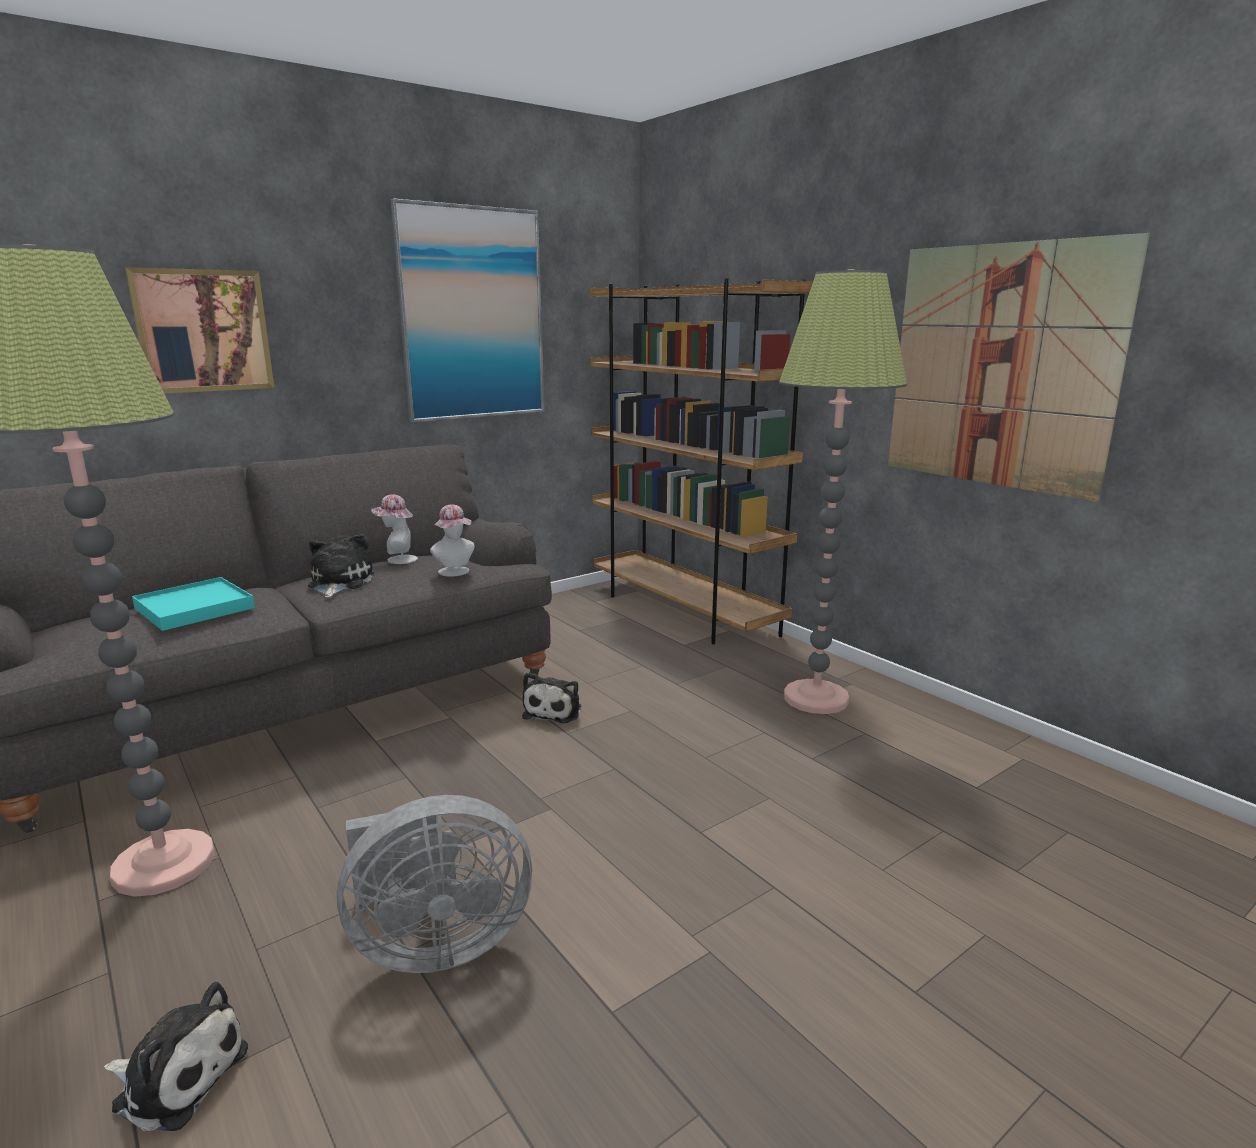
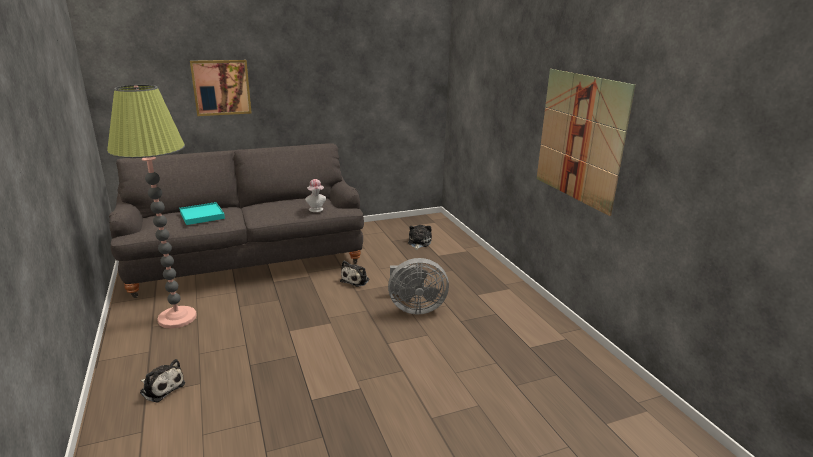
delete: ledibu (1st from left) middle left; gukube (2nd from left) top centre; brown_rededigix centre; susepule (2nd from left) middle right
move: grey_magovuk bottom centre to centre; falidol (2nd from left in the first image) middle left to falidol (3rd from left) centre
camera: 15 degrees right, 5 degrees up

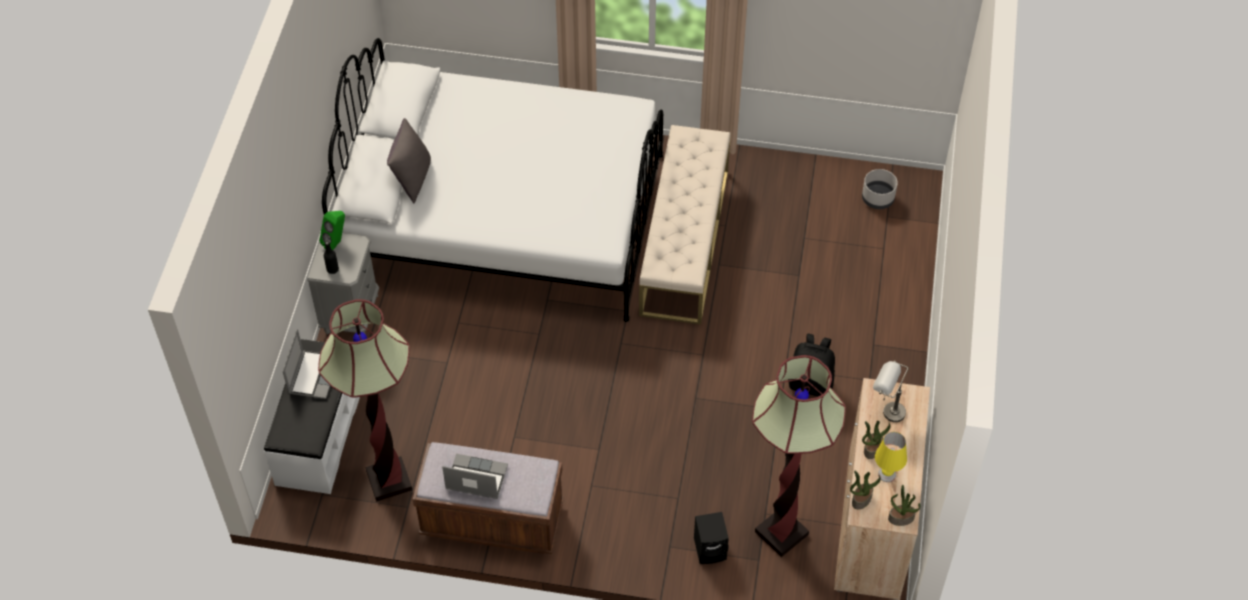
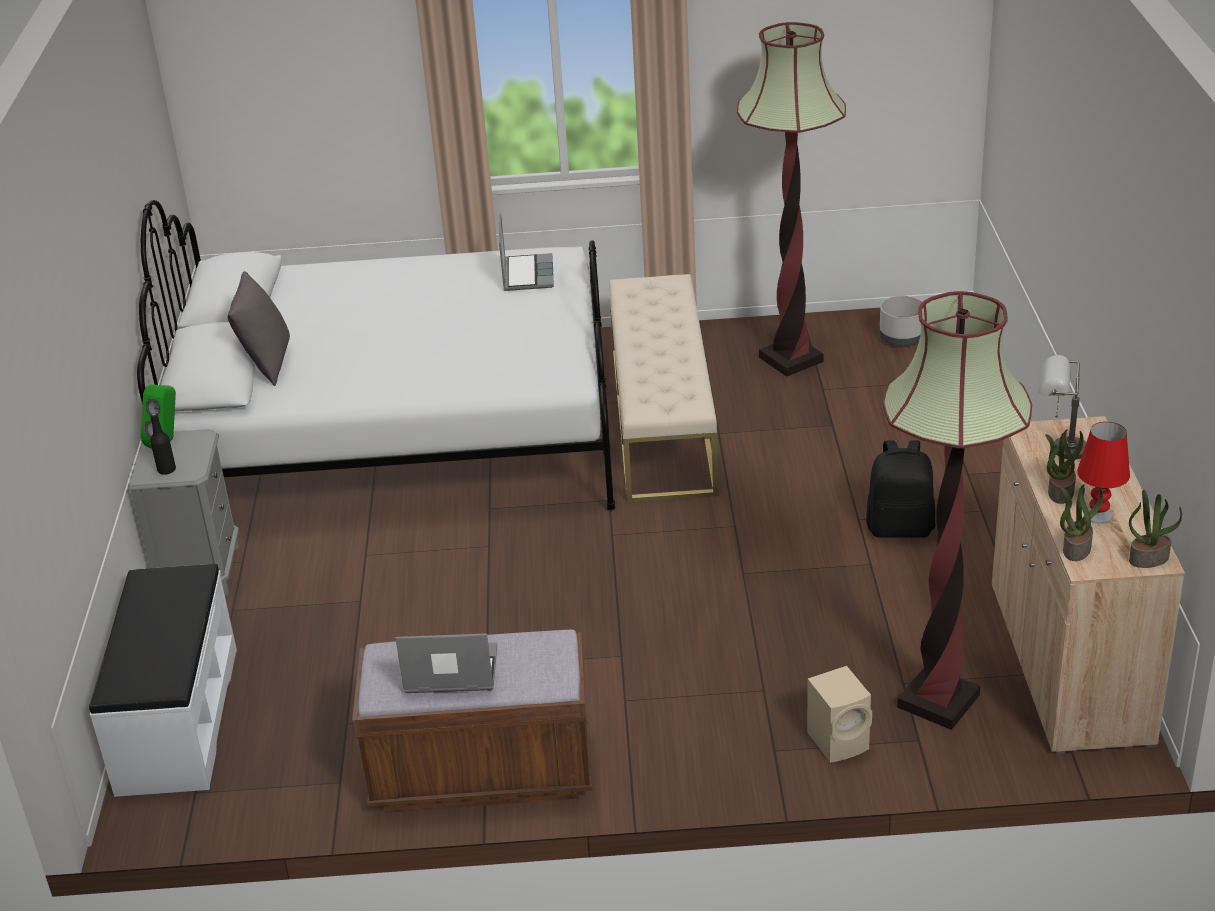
move: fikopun (1st from left in the first image) middle left to fikopun (2nd from left) top centre; susepule (1st from left) bottom left to top centre
recolor: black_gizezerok bottom centre to beige_gizezerok bottom right; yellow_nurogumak bottom right to red_nurogumak middle right
camera: 10 degrees left, 20 degrees down

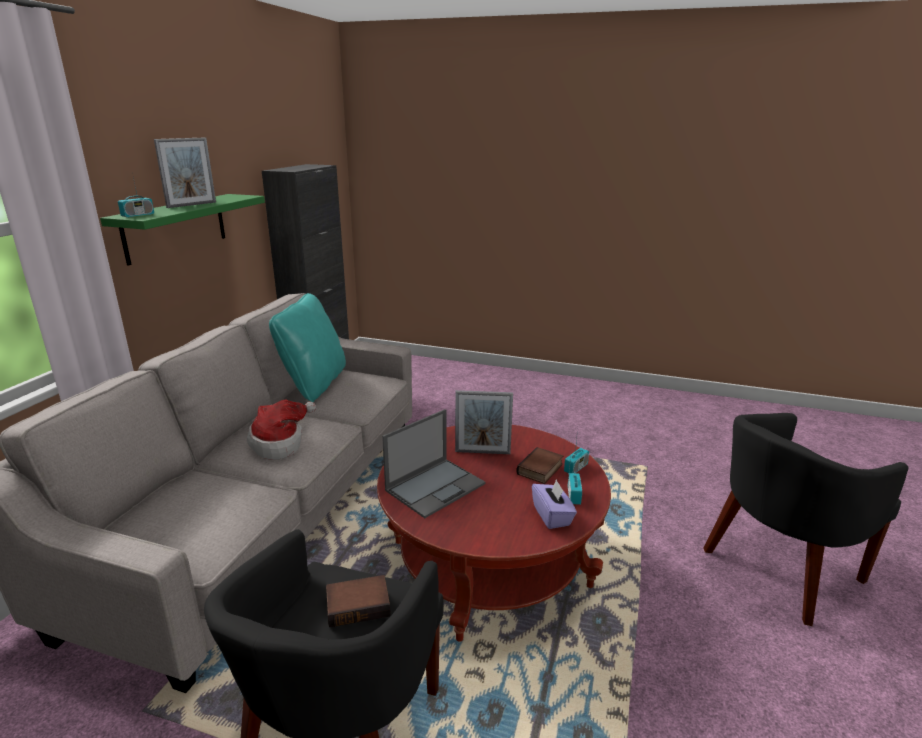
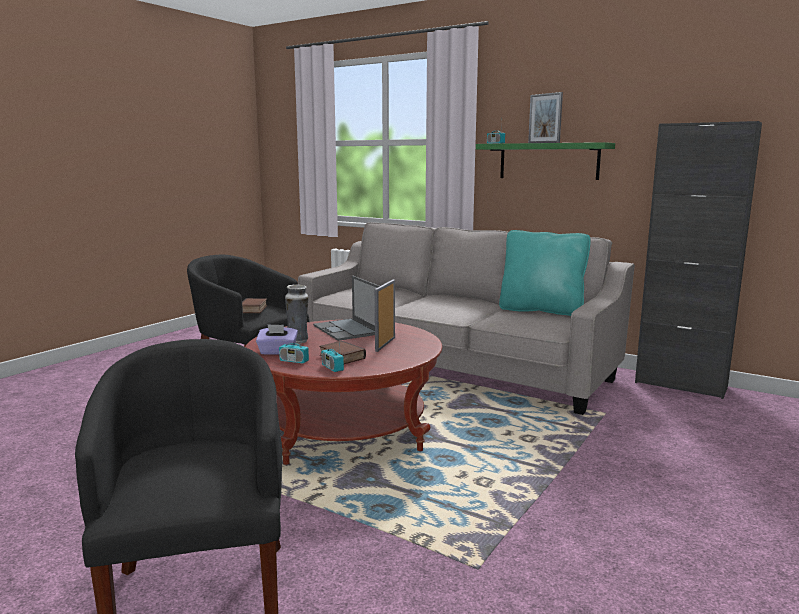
delete: ledibu middle left
insert: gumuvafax centre
camera: 105 degrees right, 10 degrees down

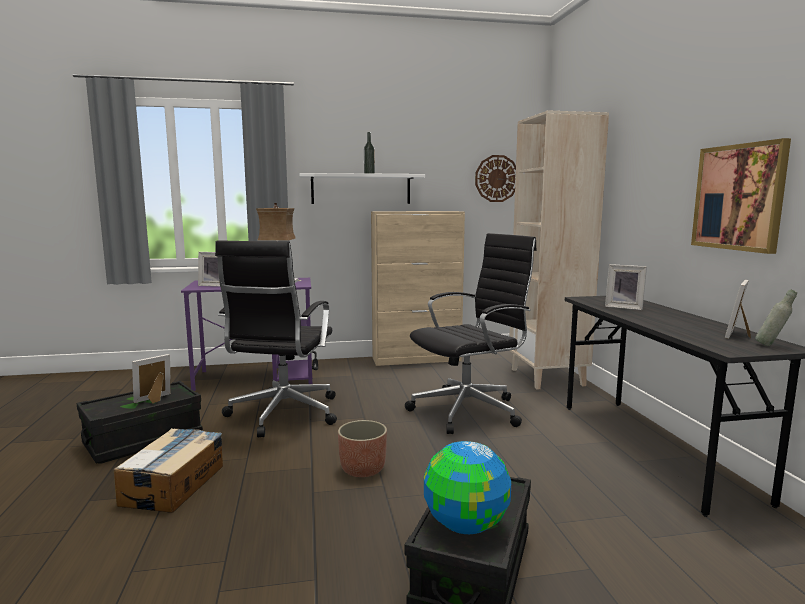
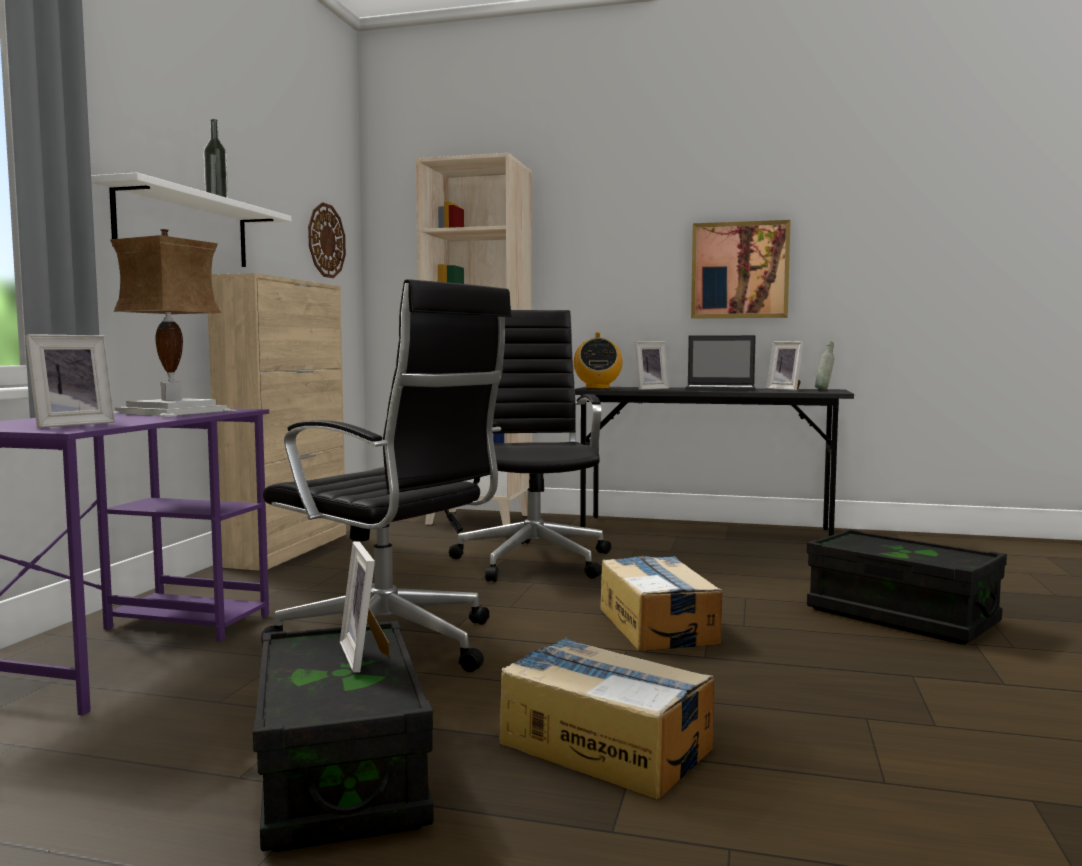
delete: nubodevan bottom centre
insert: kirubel centre; fikopun centre
replace: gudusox bottom centre to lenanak (2nd from left) bottom centre
camera: 65 degrees left, 5 degrees down

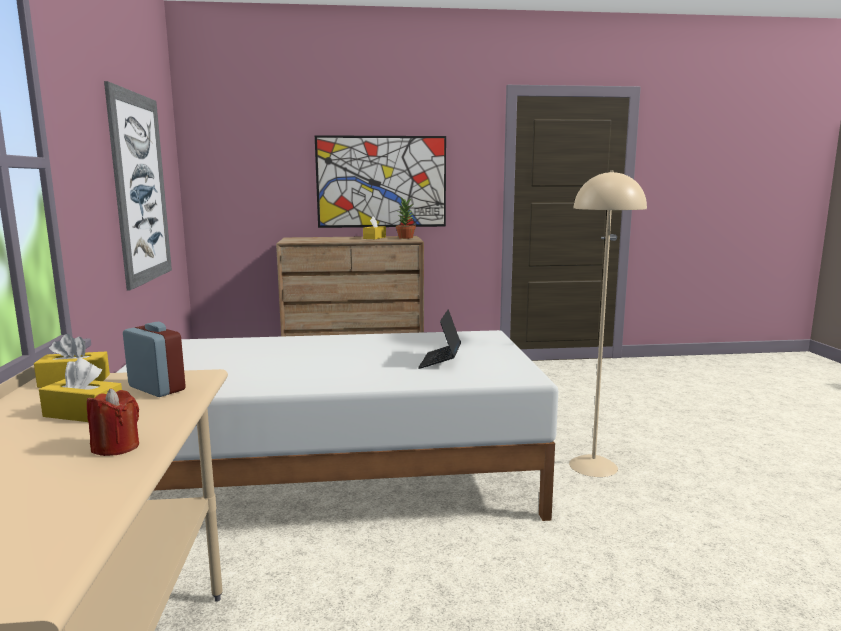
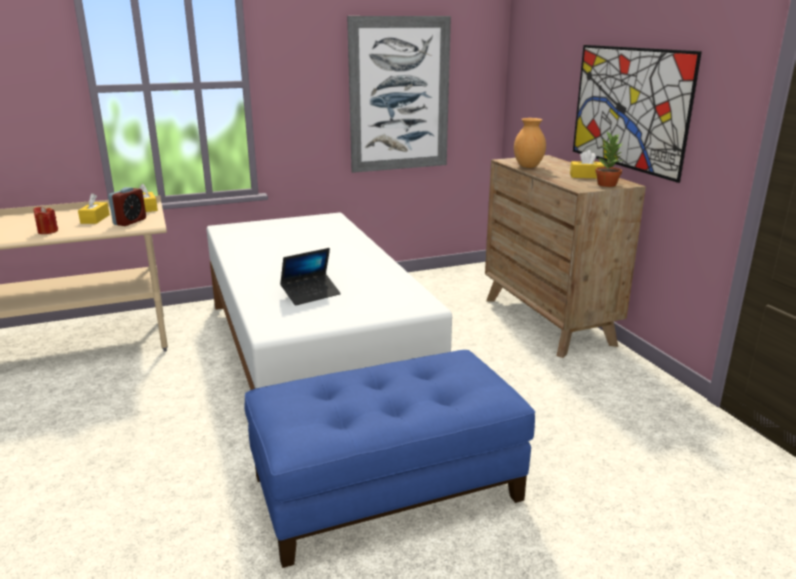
insert: brown_gumuvafax top centre
replace: beige_susepule middle right to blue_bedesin bottom centre
rotate: fikopun centre = centre 150 degrees clockwise
camera: 75 degrees right, 10 degrees up

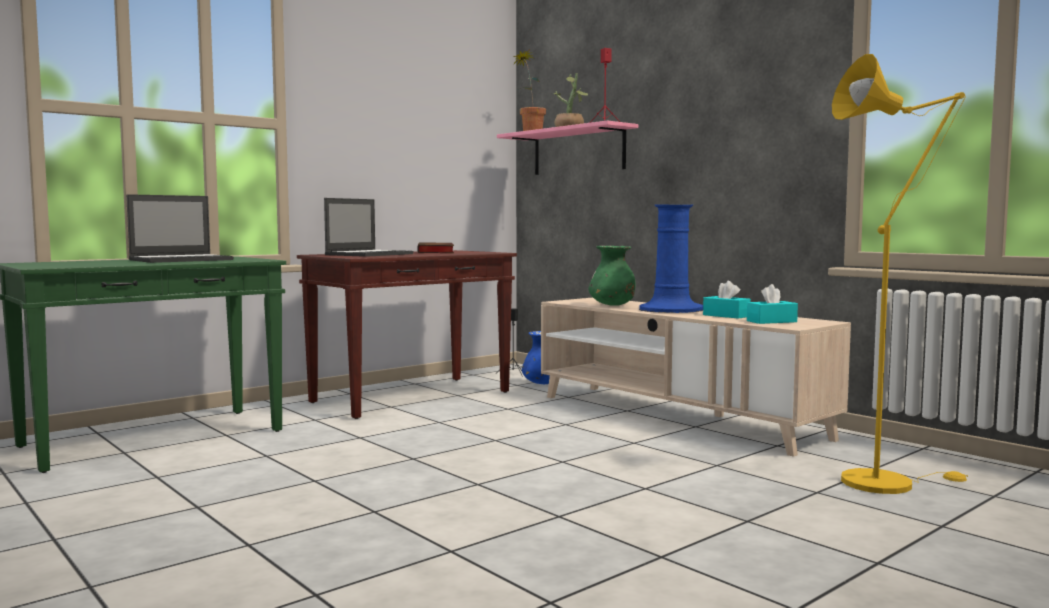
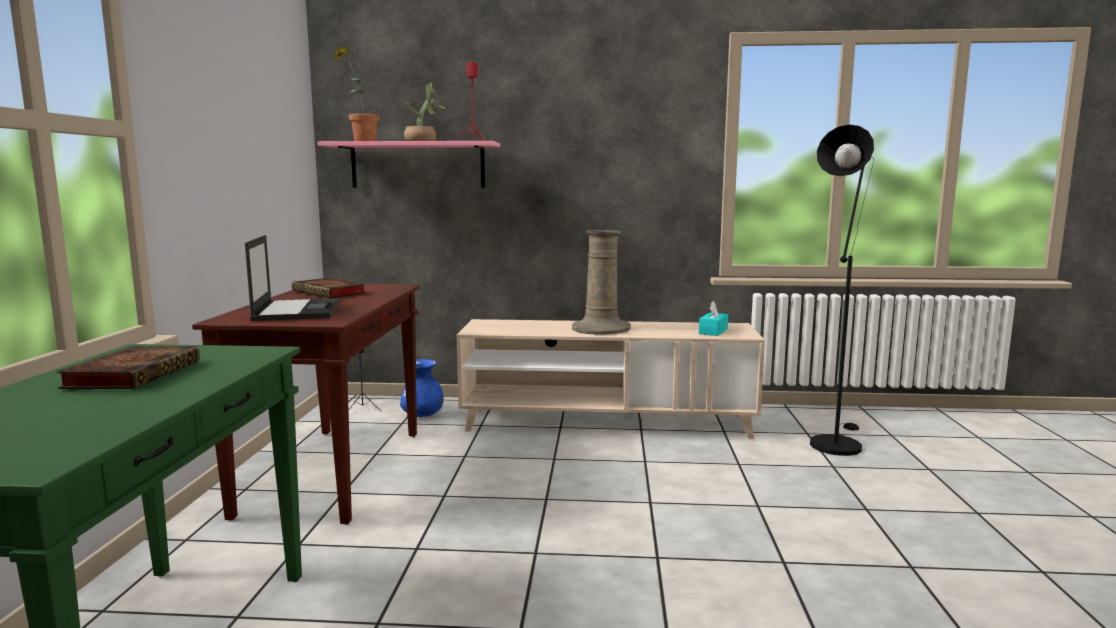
delete: green_gumuvafax centre; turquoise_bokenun (1st from left) middle right
replace: fikopun (1st from left) middle left to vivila (1st from left) middle left
recolor: blue_gumuvafax (2nd from left) centre to beige_gumuvafax centre; yellow_susepule middle right to black_susepule middle right
camera: 45 degrees left, 5 degrees up

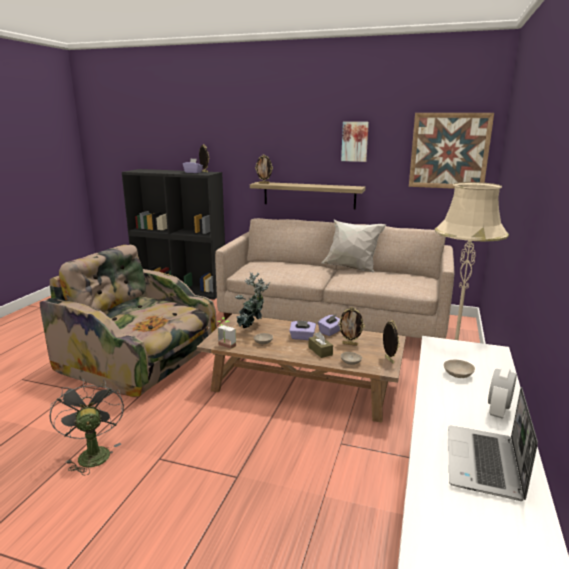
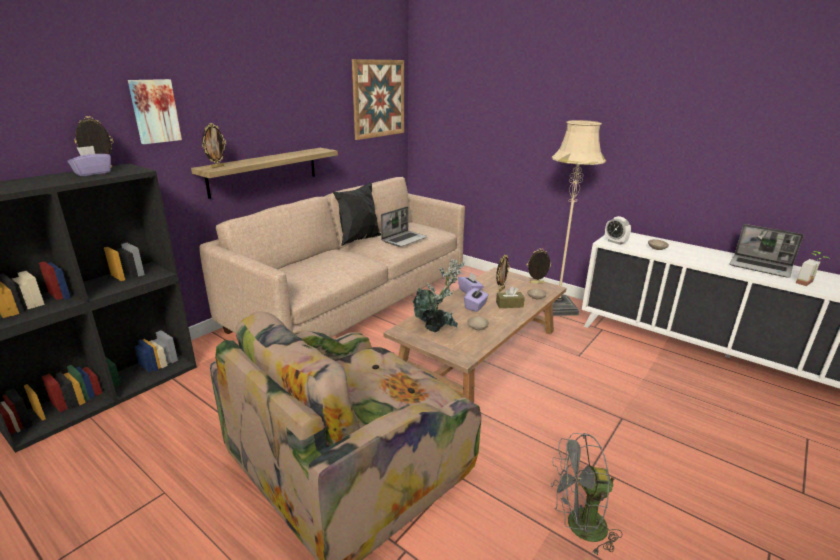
insert: fikopun (1st from left) centre
move: gukube (1st from left) top centre to top left; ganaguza bottom right to middle right; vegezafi (1st from left in the first image) centre to vegezafi (2nd from left) middle right
recolor: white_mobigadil centre to black_mobigadil centre
camera: 70 degrees left, 5 degrees up

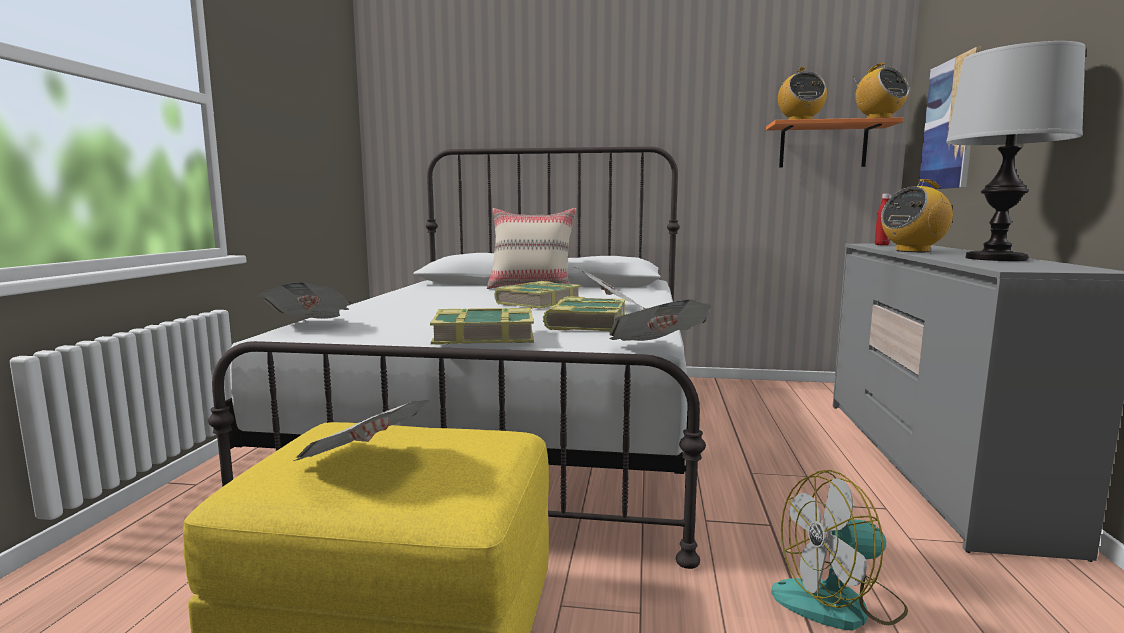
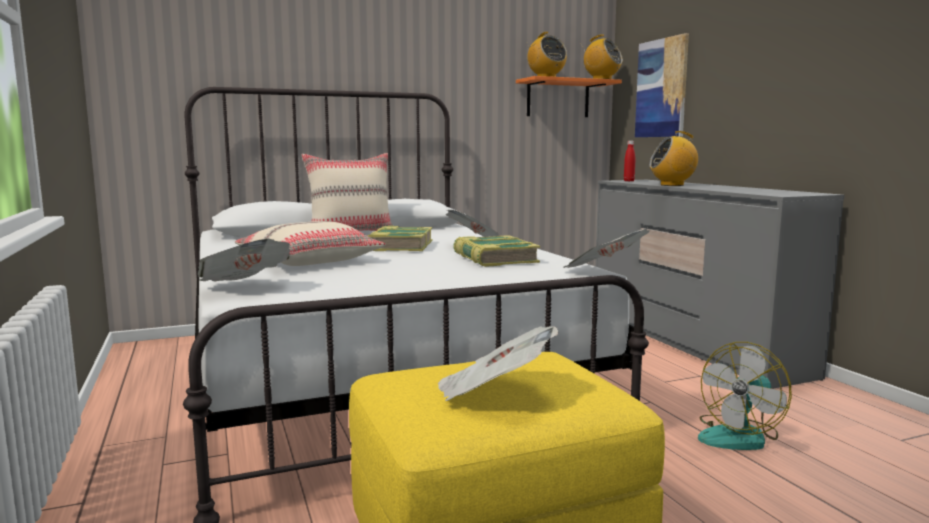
delete: vivila (1st from left) centre; nurogumak top right
insert: beige_mobigadil (1st from left) centre
rotate: kirubel (3rd from left) middle right = top right 45 degrees clockwise
camera: 30 degrees left, 0 degrees up

